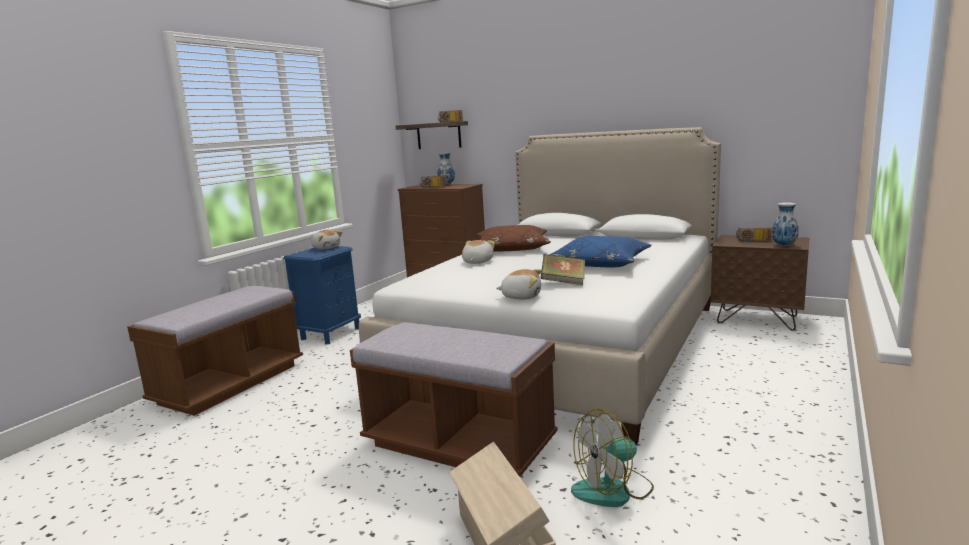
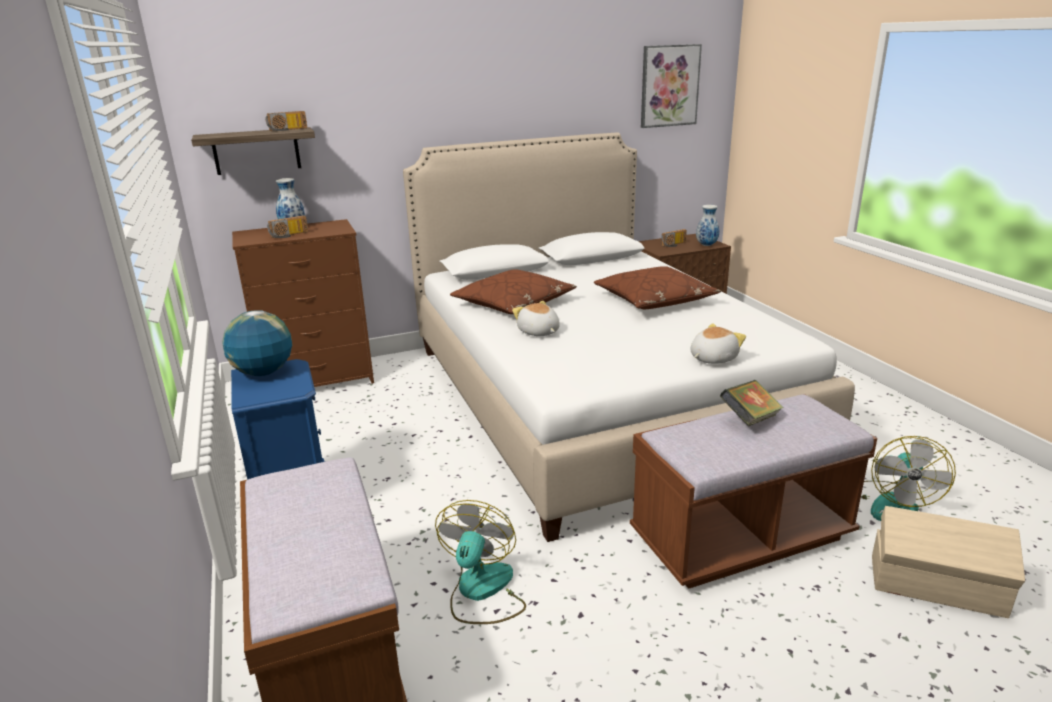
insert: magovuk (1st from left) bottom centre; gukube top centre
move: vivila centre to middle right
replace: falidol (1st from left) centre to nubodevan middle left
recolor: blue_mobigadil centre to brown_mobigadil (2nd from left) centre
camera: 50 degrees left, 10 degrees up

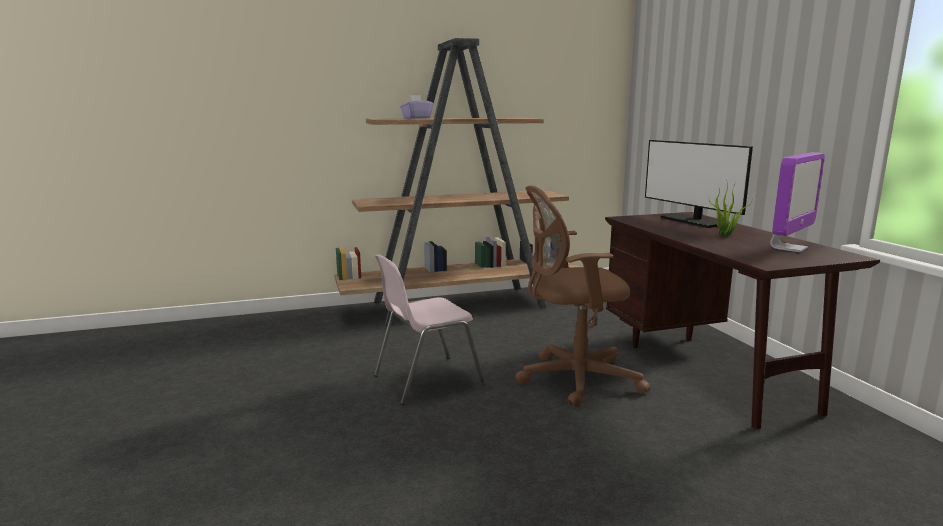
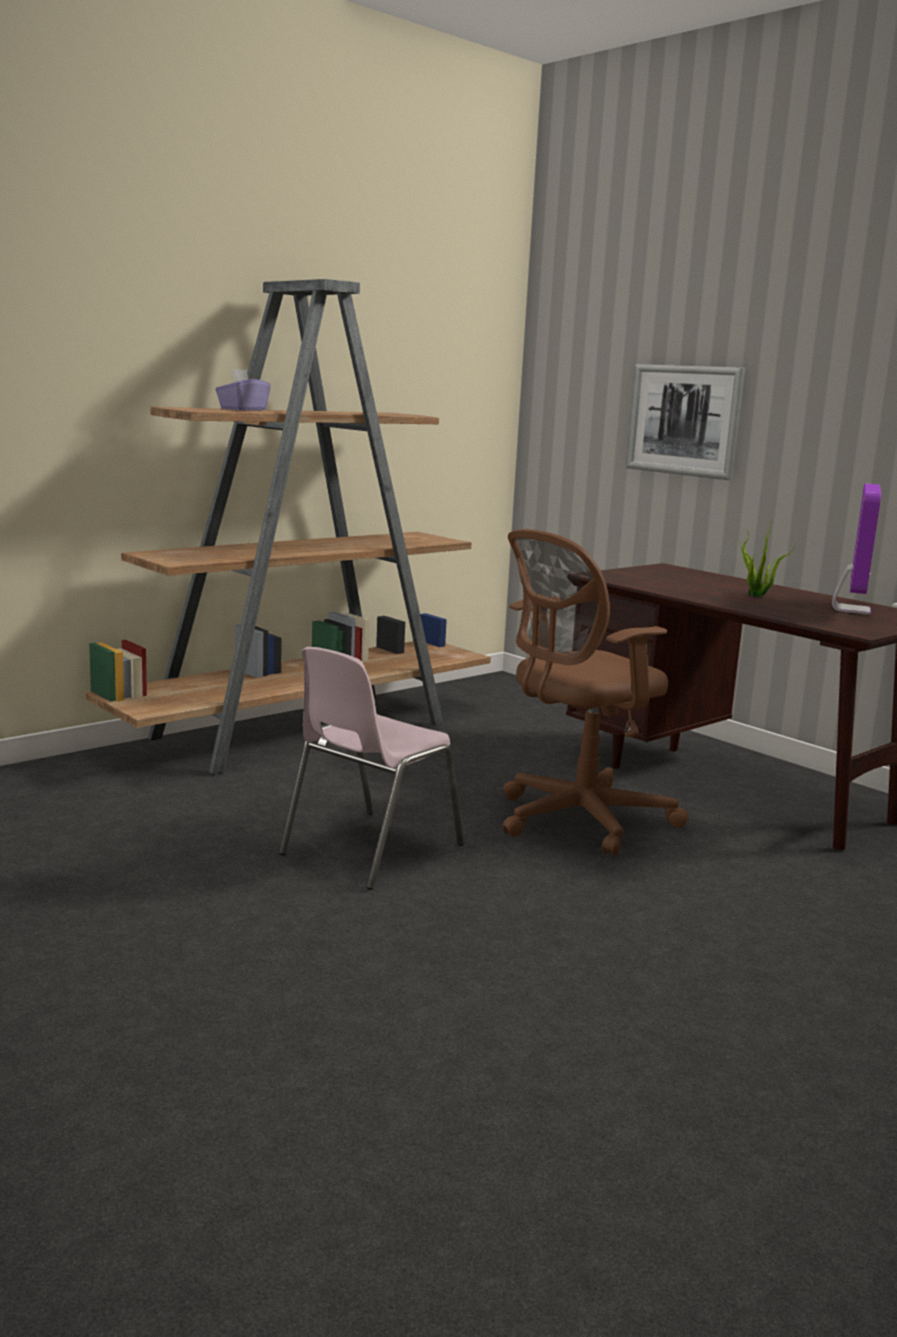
delete: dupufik (1st from left) middle right
insert: gukube top right
camera: 25 degrees left, 0 degrees up

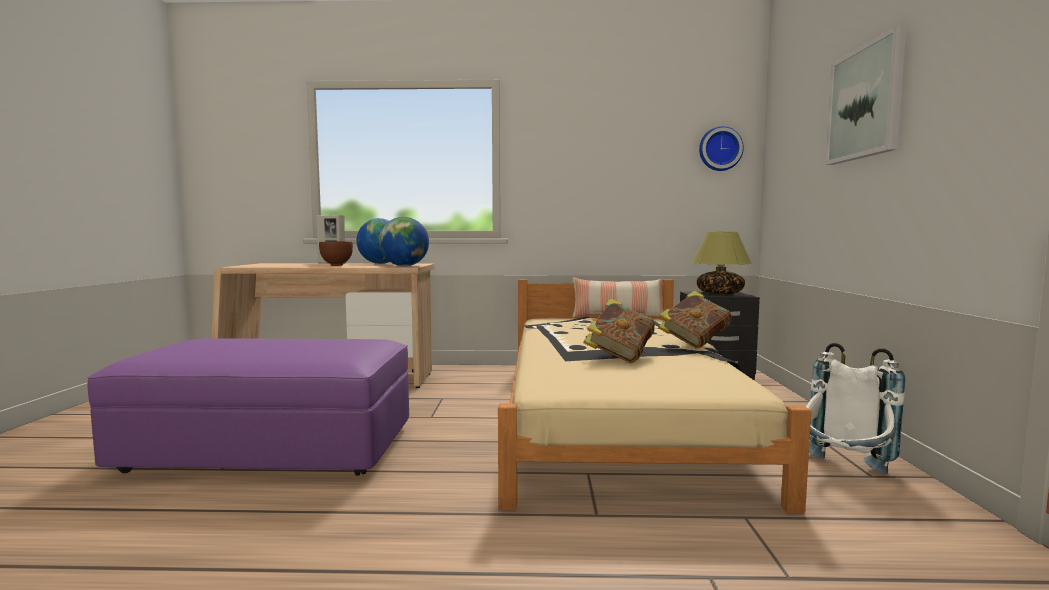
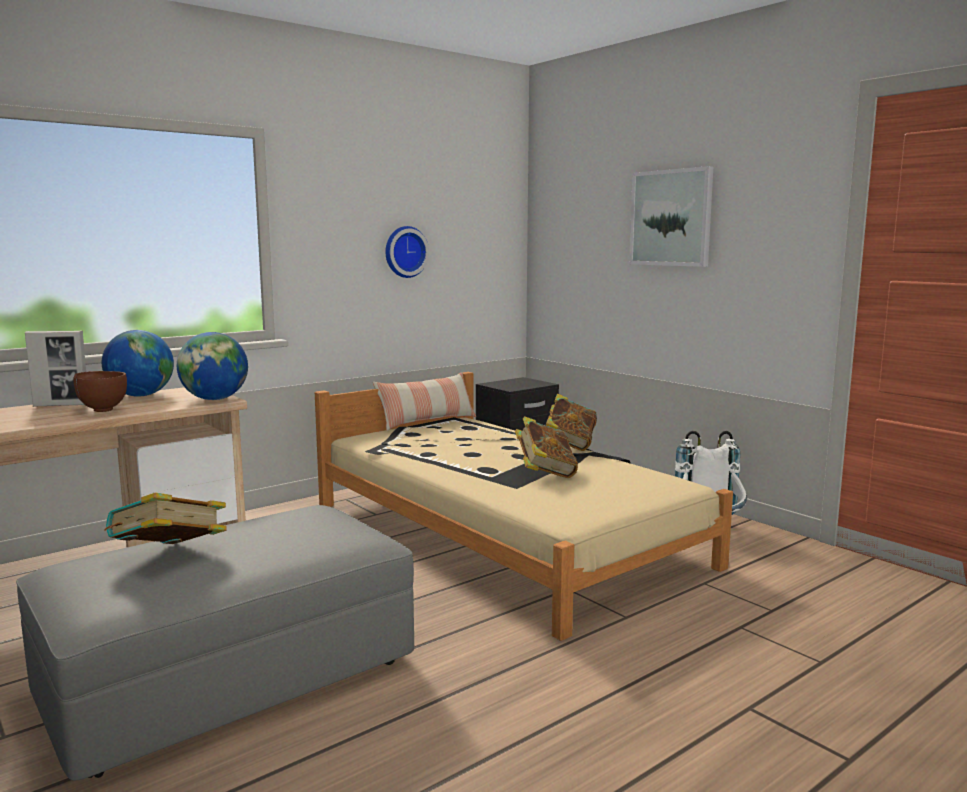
delete: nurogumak middle right
insert: vivila (1st from left) middle left
move: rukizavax top right to top centre
recolor: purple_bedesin bottom left to grey_bedesin bottom left
camera: 40 degrees left, 5 degrees up

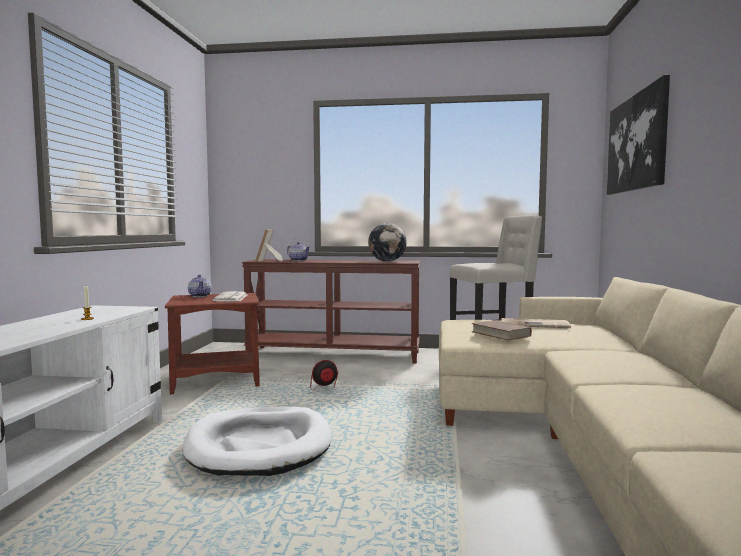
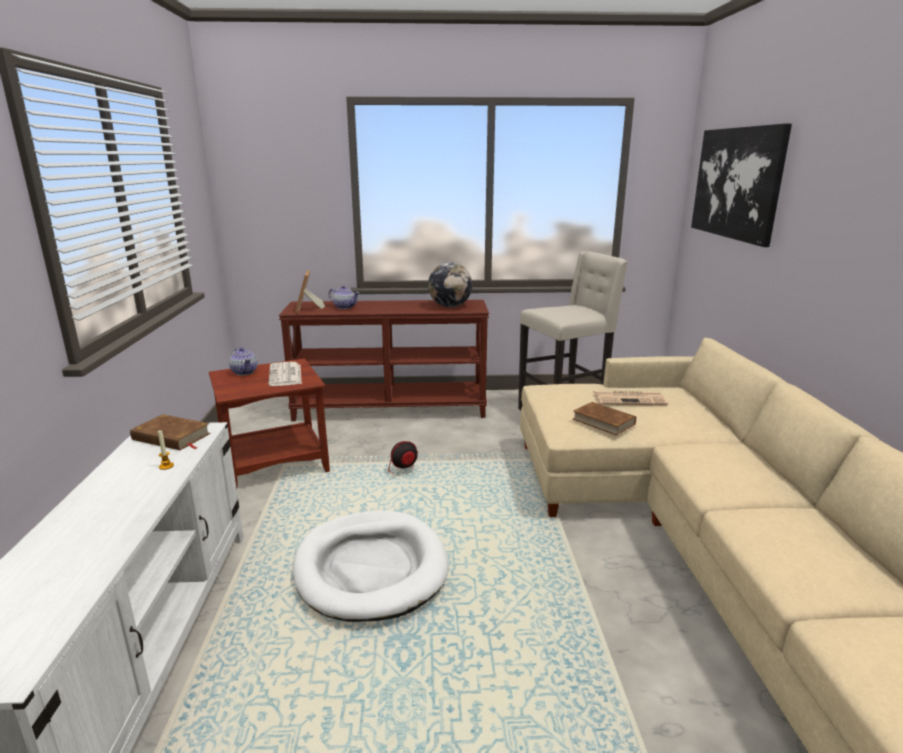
insert: brown_vivila (1st from left) middle left
camera: 10 degrees left, 15 degrees up

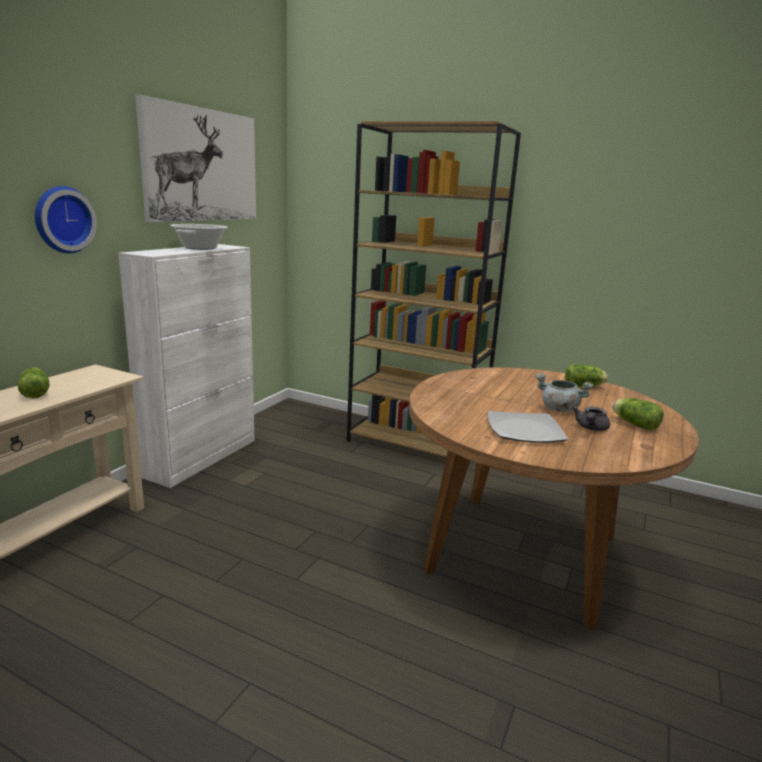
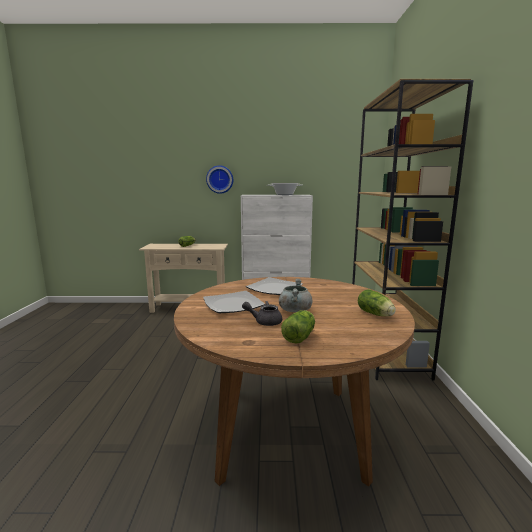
delete: gukube top left
insert: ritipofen (2nd from left) centre
camera: 65 degrees right, 5 degrees down

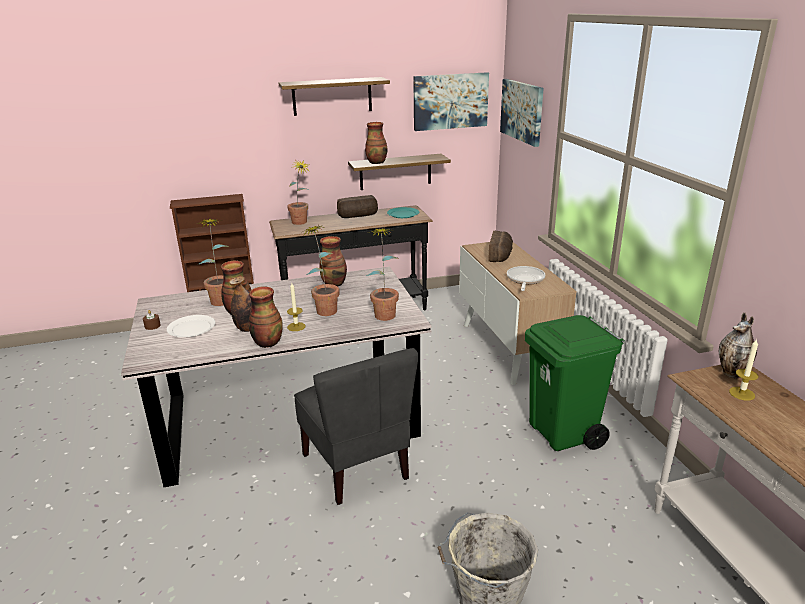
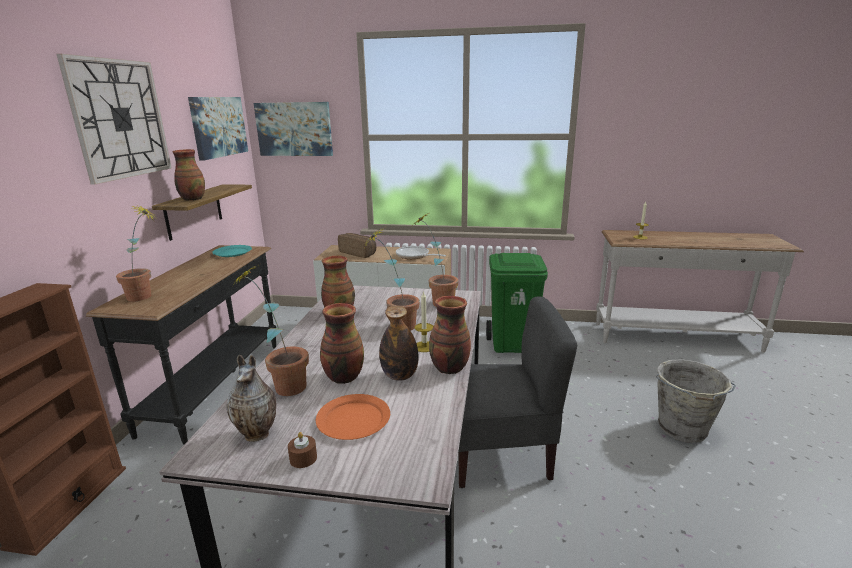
delete: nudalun (1st from left) centre
move: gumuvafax (5th from left in the first image) middle right to gumuvafax (2nd from left) bottom left
replace: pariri (1st from left) top centre to rukizavax top left
recolor: white_ritipofen middle left to orange_ritipofen bottom centre
camera: 65 degrees left, 5 degrees down

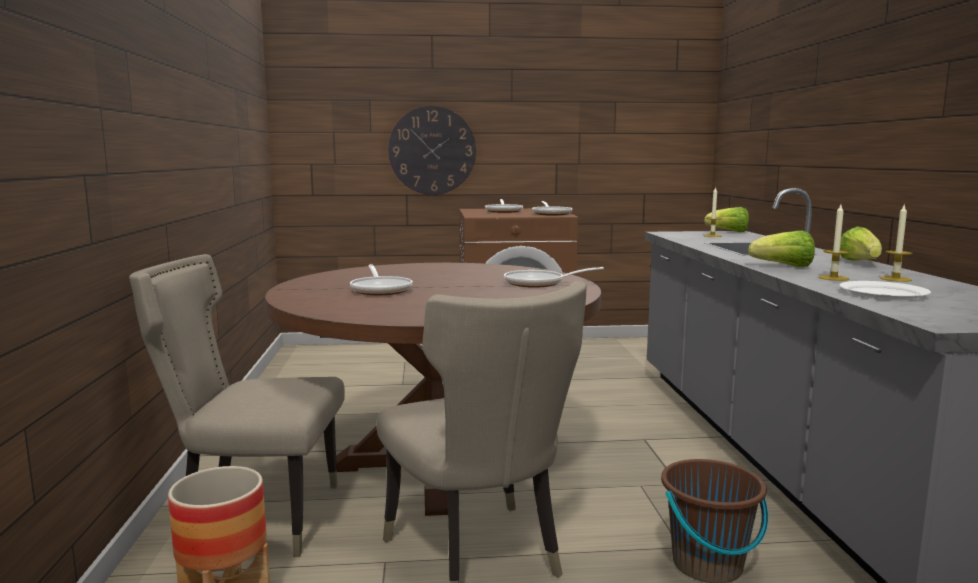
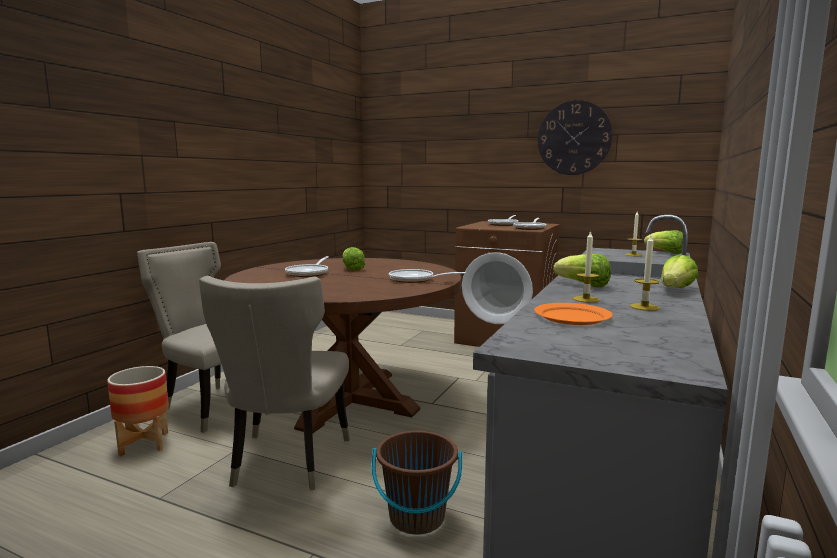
insert: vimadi (1st from left) centre
move: rukizavax top centre to top right
recolor: white_ritipofen middle right to orange_ritipofen middle right
camera: 30 degrees right, 0 degrees up

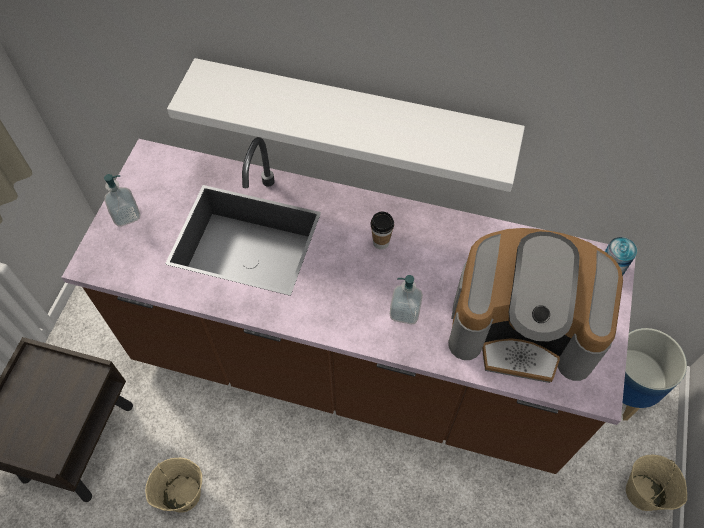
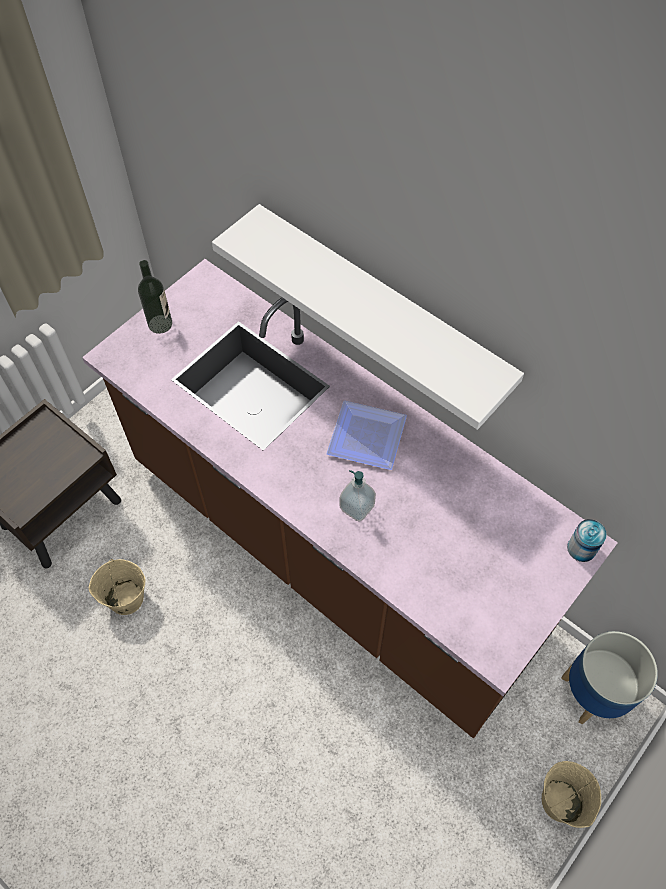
delete: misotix middle right
replace: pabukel (1st from left) middle left to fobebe middle left; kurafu centre to ritipofen centre
camera: 25 degrees right, 0 degrees up

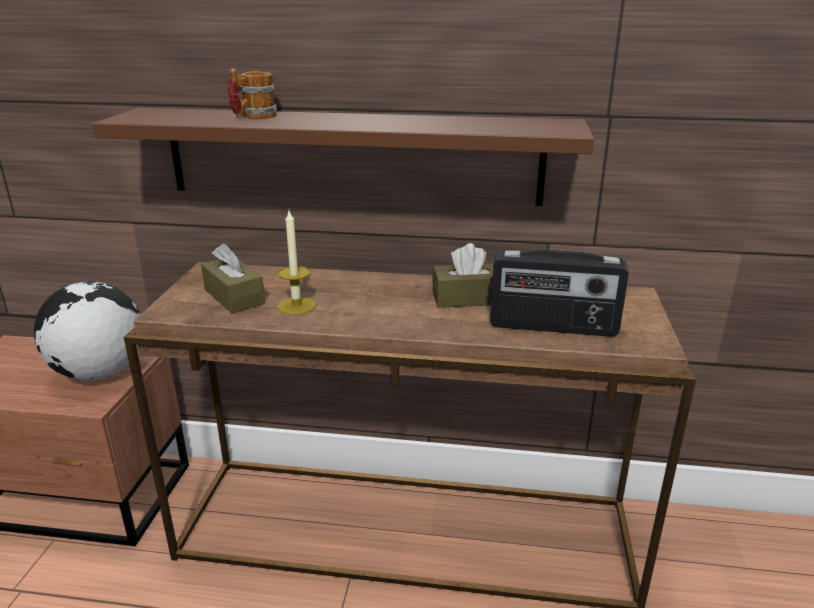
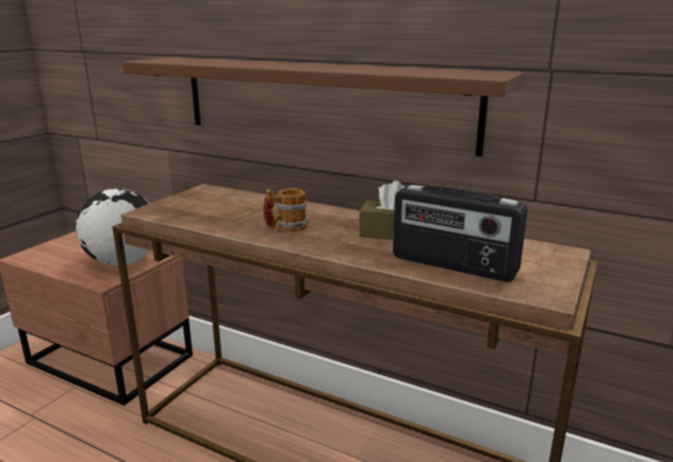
delete: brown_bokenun (1st from left) middle left; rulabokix centre
move: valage top left to centre
camera: 20 degrees right, 5 degrees down

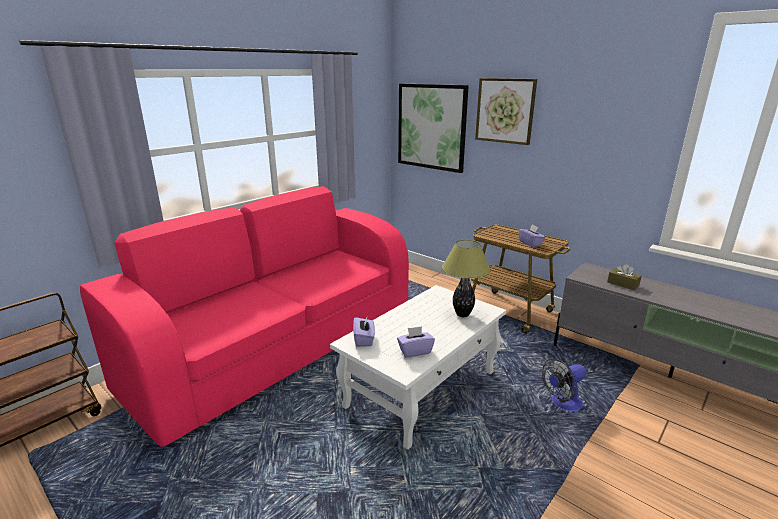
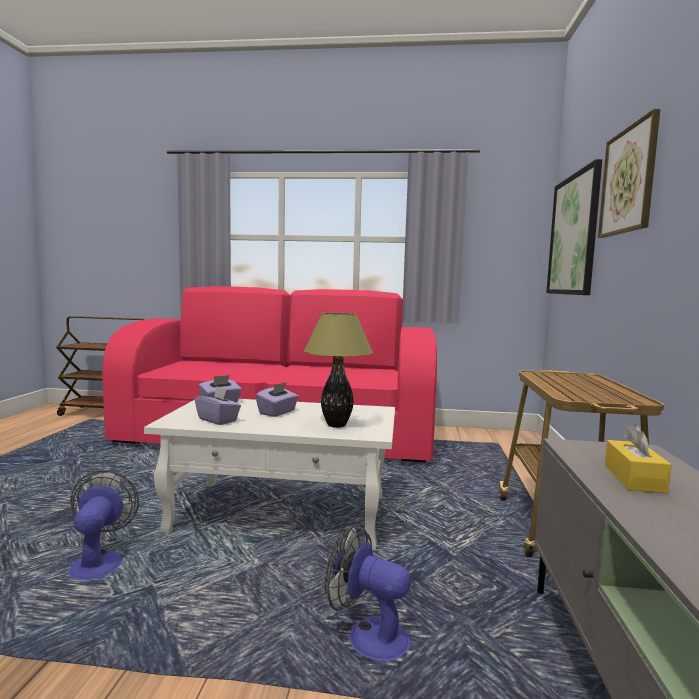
insert: magovuk (1st from left) bottom left
move: purple_bokenun (3rd from left) middle right to centre
recolor: brown_bokenun middle right to yellow_bokenun middle right
camera: 55 degrees right, 15 degrees down

